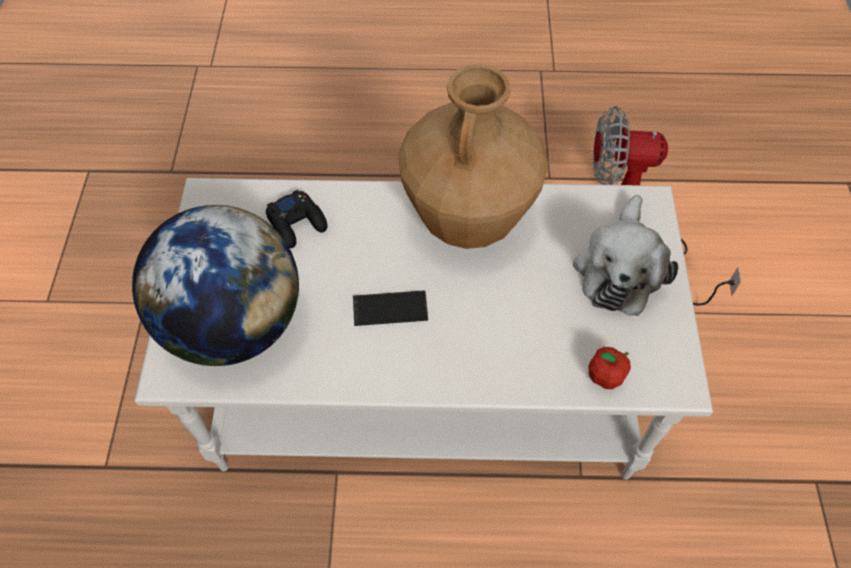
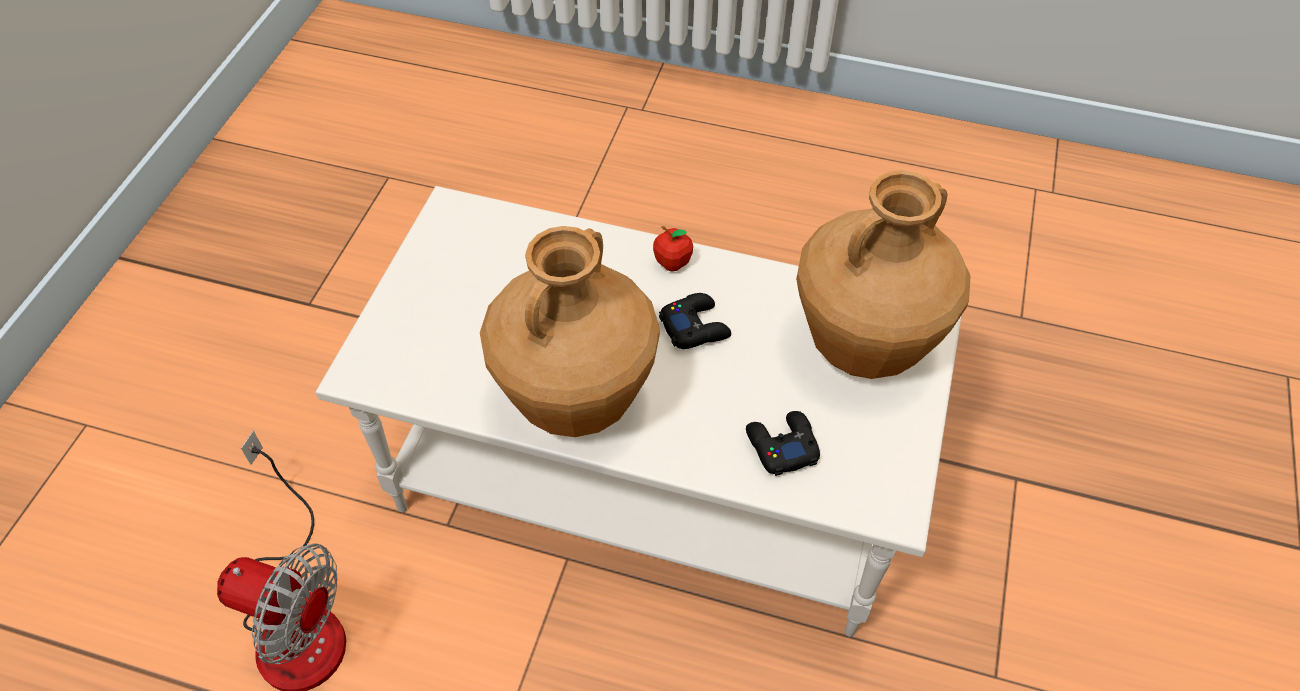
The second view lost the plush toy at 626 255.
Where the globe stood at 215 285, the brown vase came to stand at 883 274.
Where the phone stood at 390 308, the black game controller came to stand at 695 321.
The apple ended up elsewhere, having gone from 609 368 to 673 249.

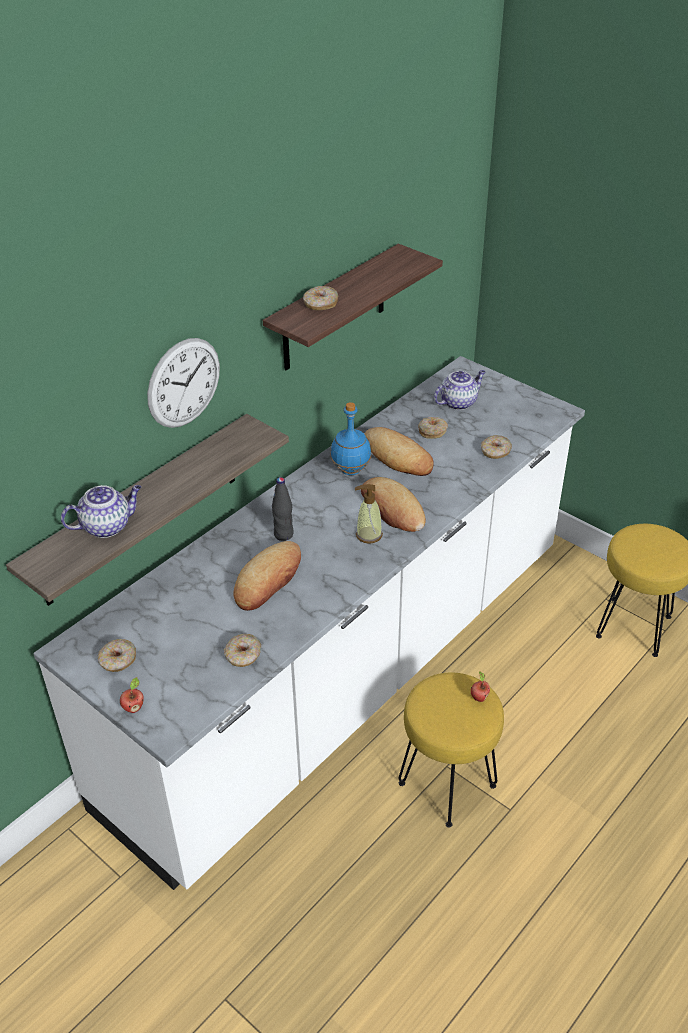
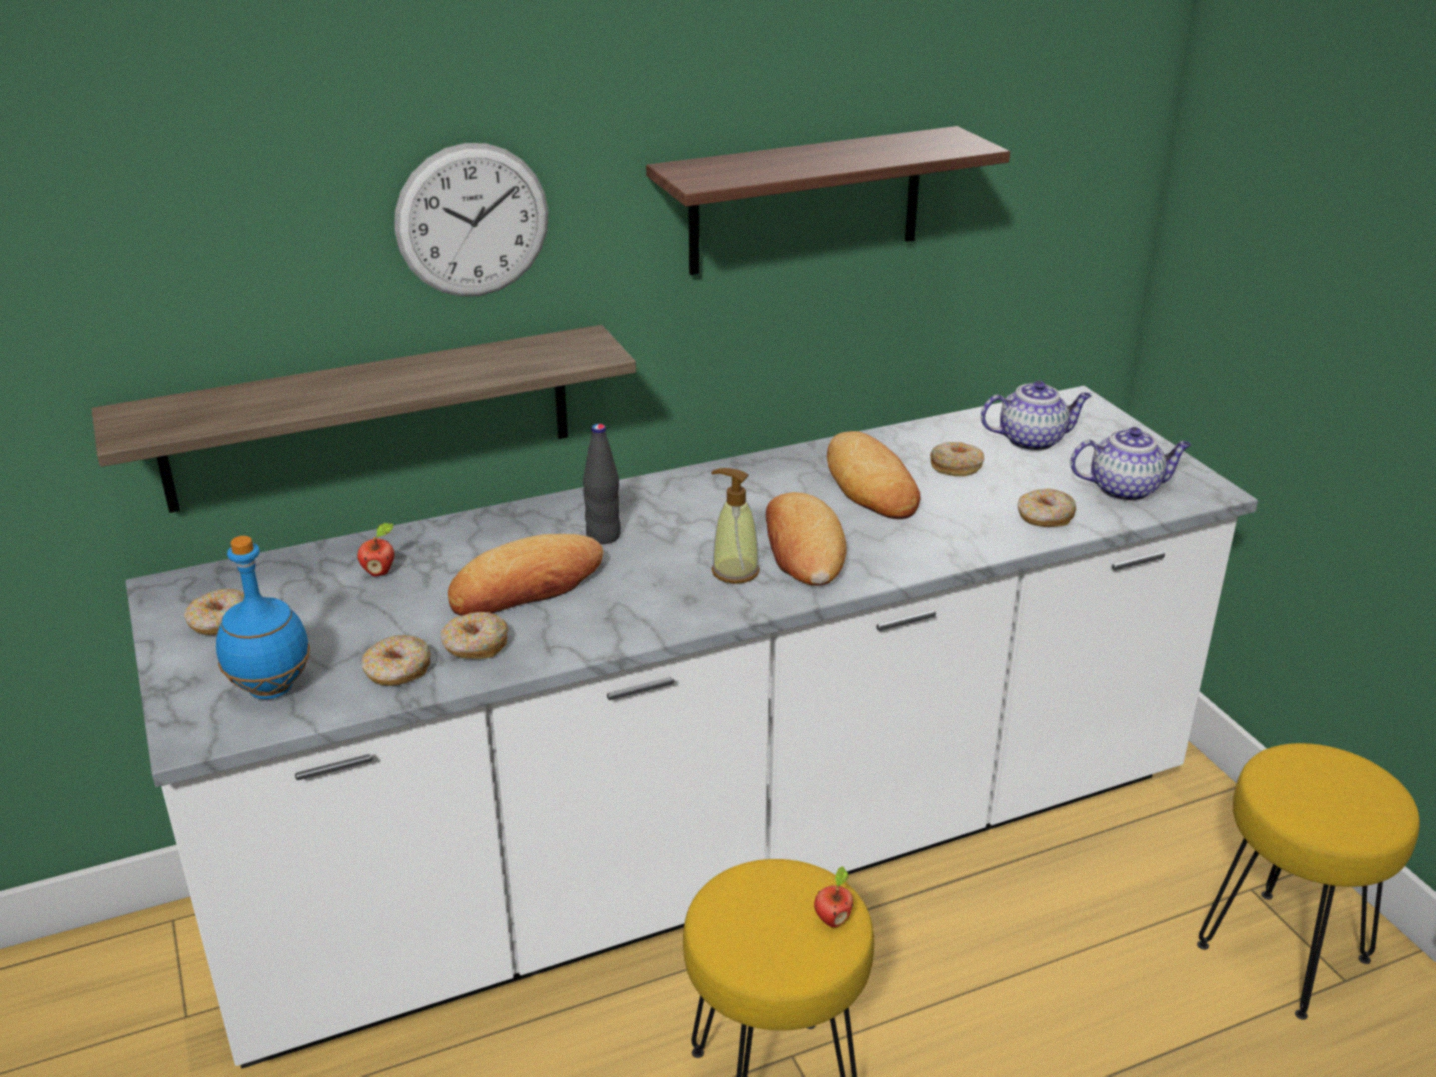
The donut ended up elsewhere, having gone from 320 298 to 475 635.
The blue bottle ended up elsewhere, having gone from 351 438 to 263 617.
The teapot ended up elsewhere, having gone from 101 511 to 1130 464.
The apple ended up elsewhere, having gone from 132 695 to 375 550.

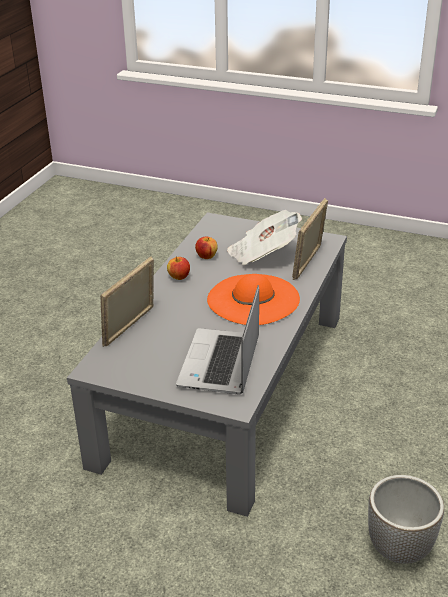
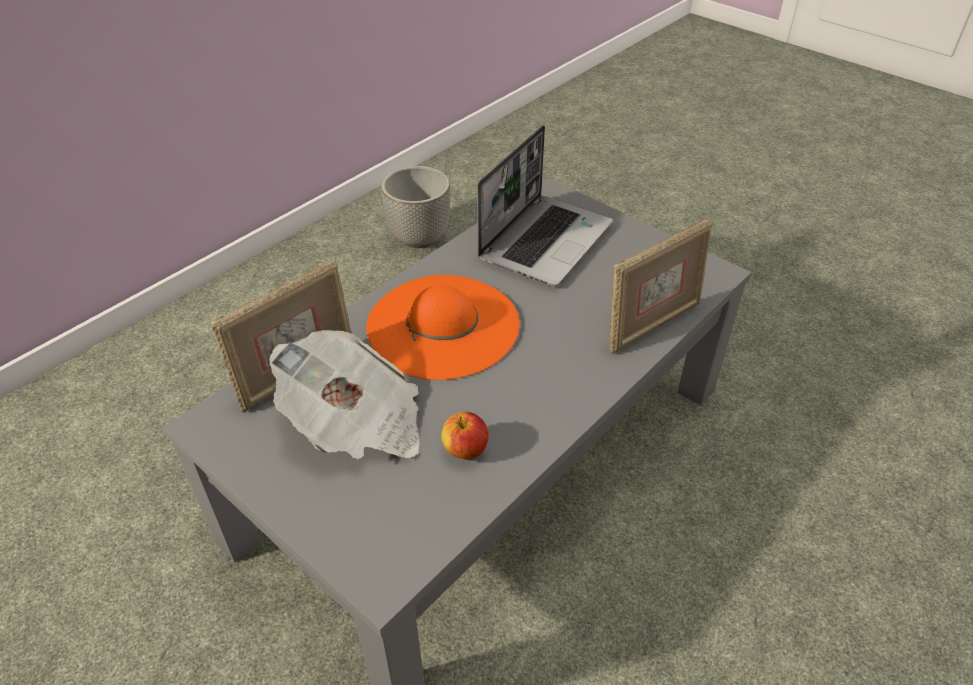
The second view lost the apple at 178 268.

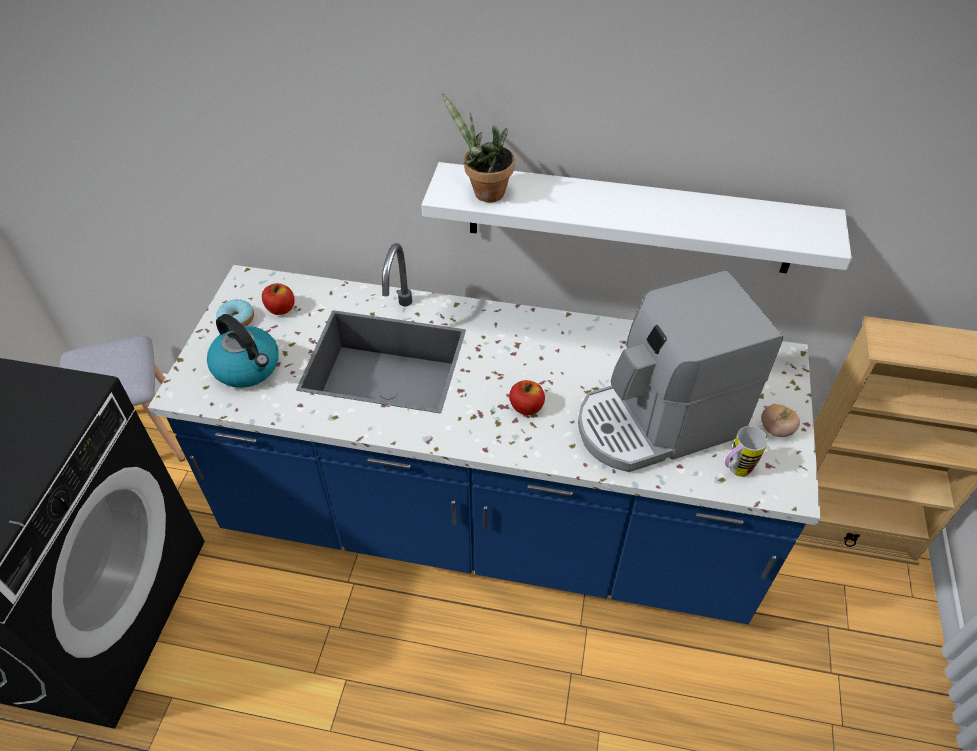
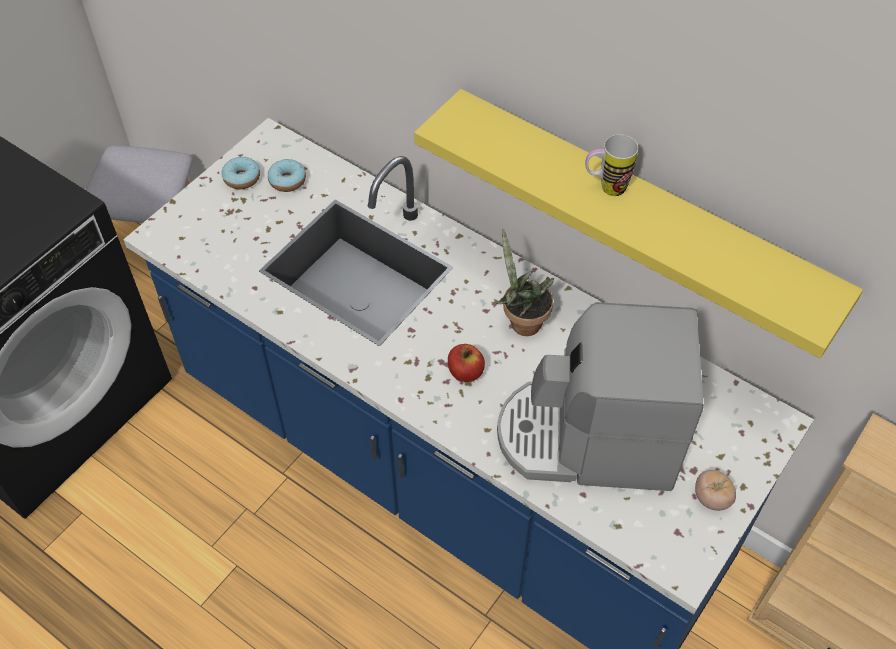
The potted plant ended up elsewhere, having gone from 478 147 to 525 282.
What was the white shelf at 636 217 turned into the yellow shelf at 638 223.
Where the apple stood at 278 299, the donut came to stand at 287 175.
The second view lost the kettle at 243 351.
The mug ended up elsewhere, having gone from 746 451 to 611 165.

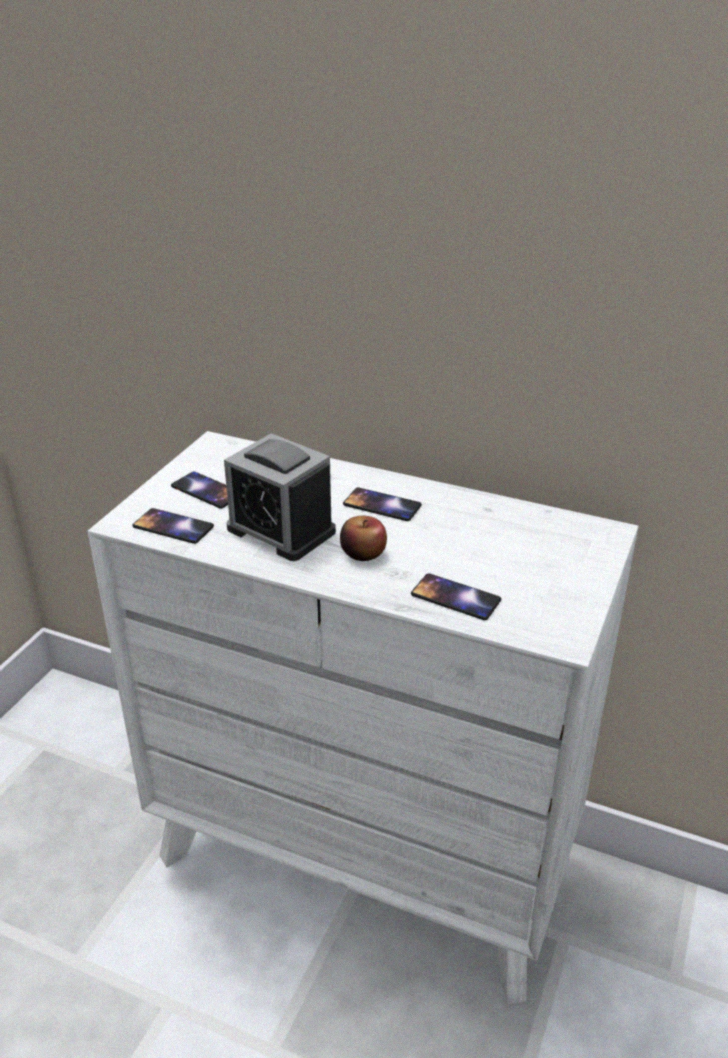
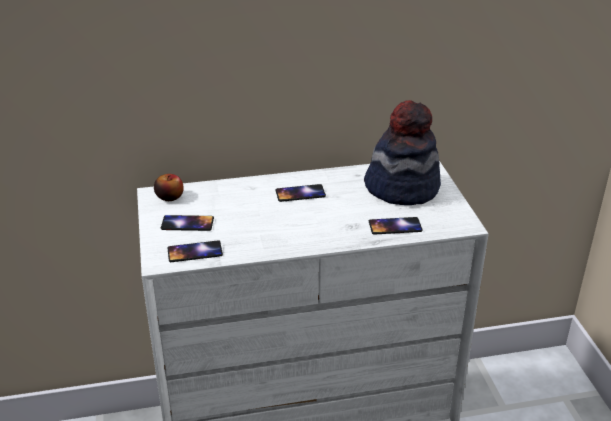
The second view lost the alarm clock at 280 497.
The apple ended up elsewhere, having gone from 363 538 to 169 187.
The second view gained the hat at 402 152.

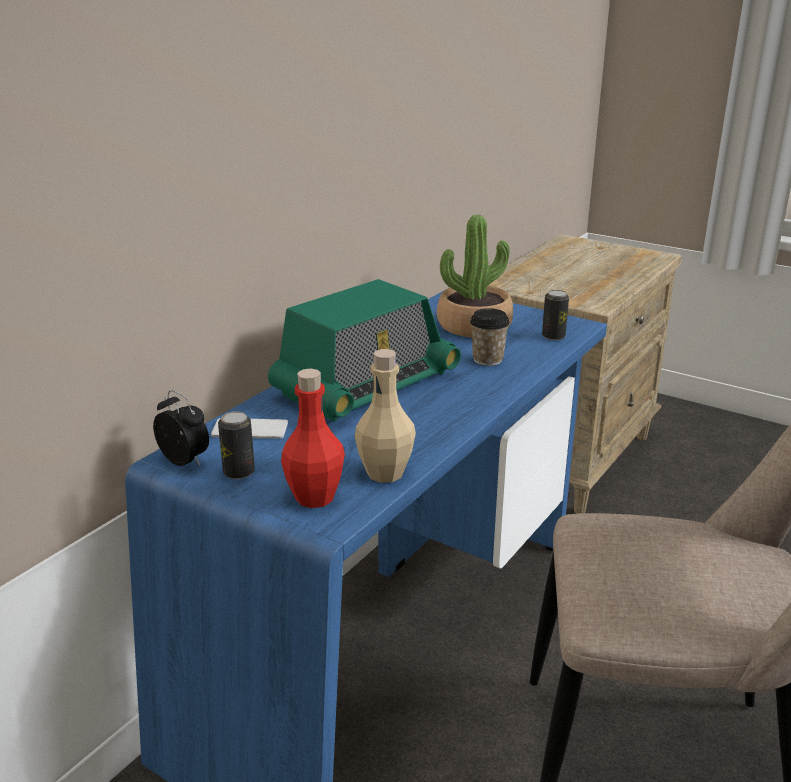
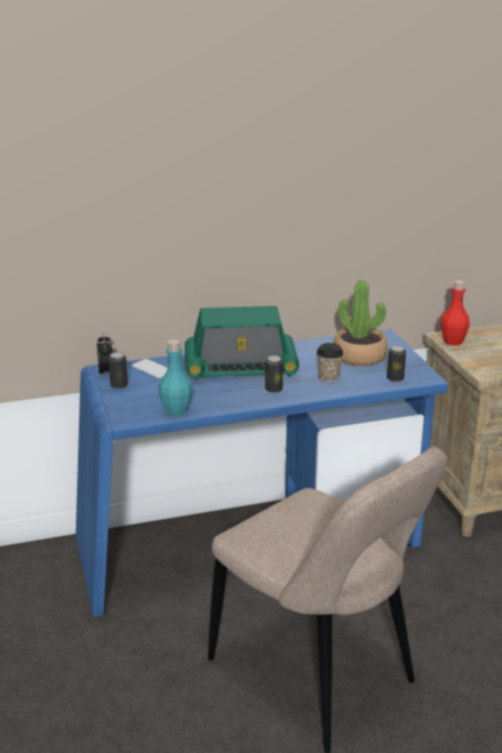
What was the beige bottle at 385 416 turned into the turquoise bottle at 175 378.
The red bottle ended up elsewhere, having gone from 313 438 to 455 313.
The second view gained the can at 274 374.

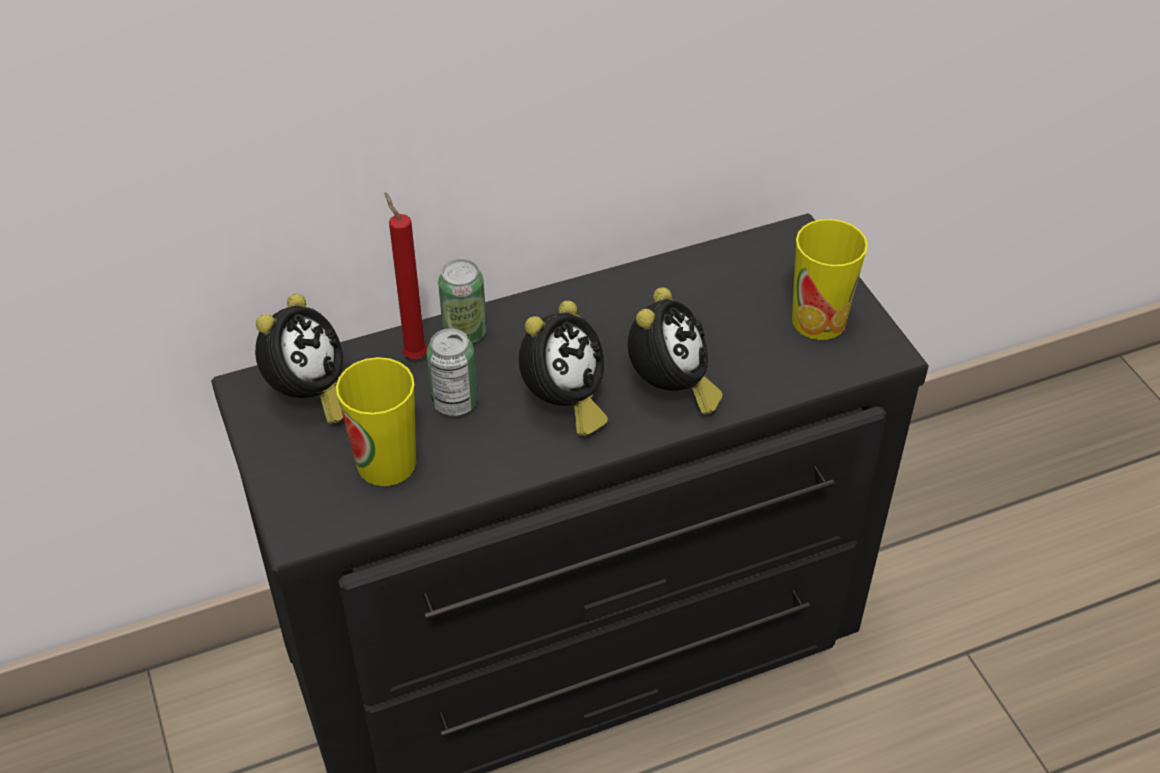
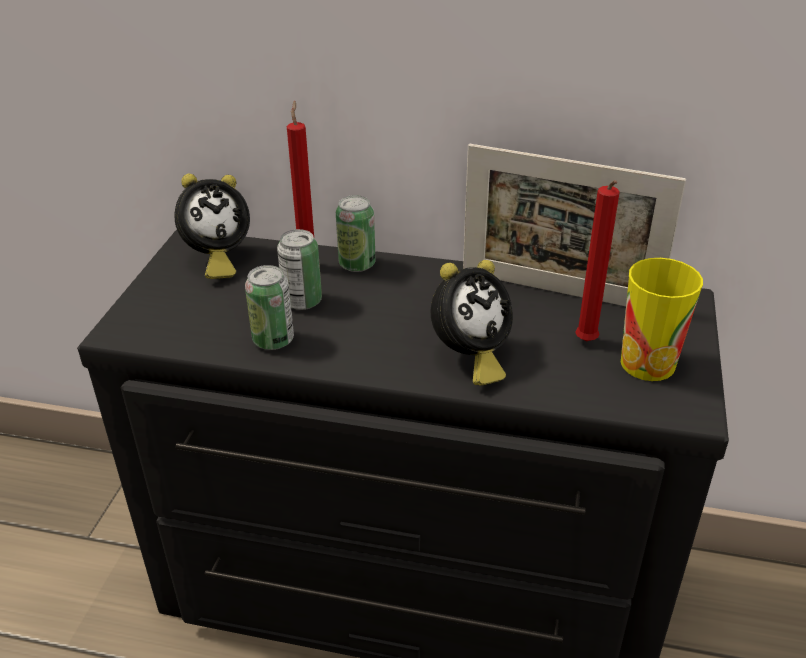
The second view lost the alarm clock at 563 368.
The second view lost the cup at 376 421.
The second view gained the picture frame at 574 225.
The second view gained the red candle at 597 260.
The second view gained the can at 269 307.

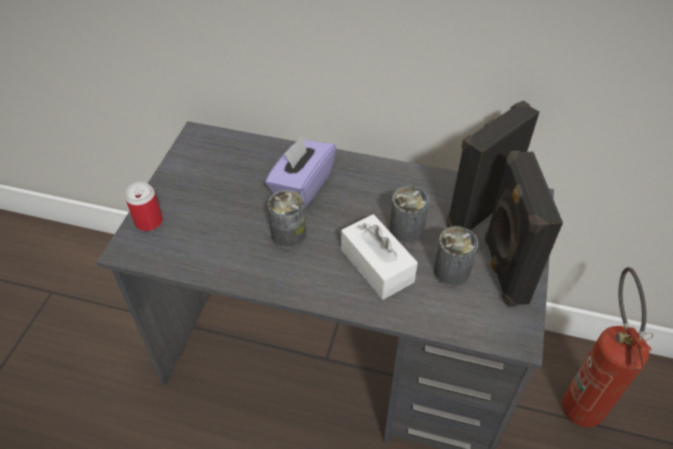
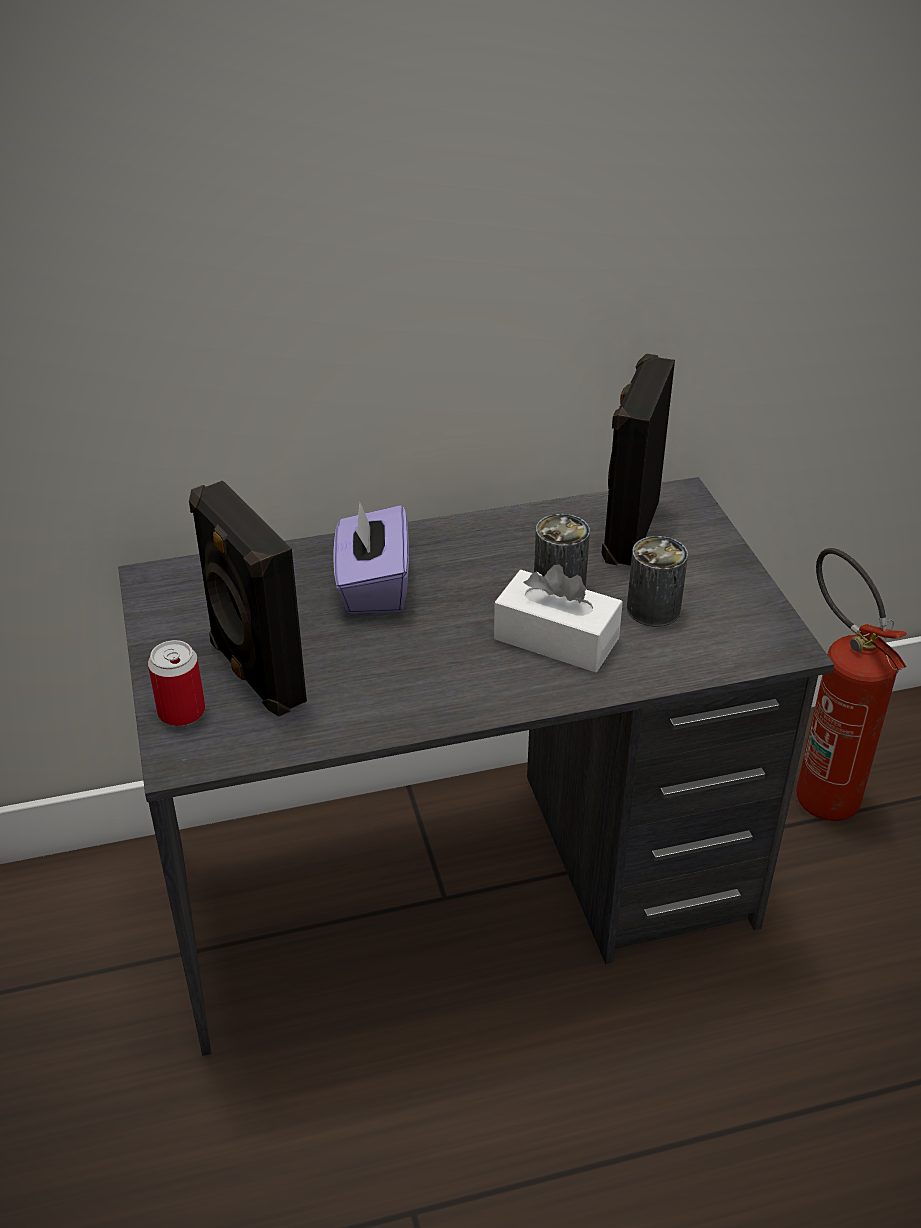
The black speaker ended up elsewhere, having gone from 523 229 to 248 599.
The second view lost the can at 287 219.

